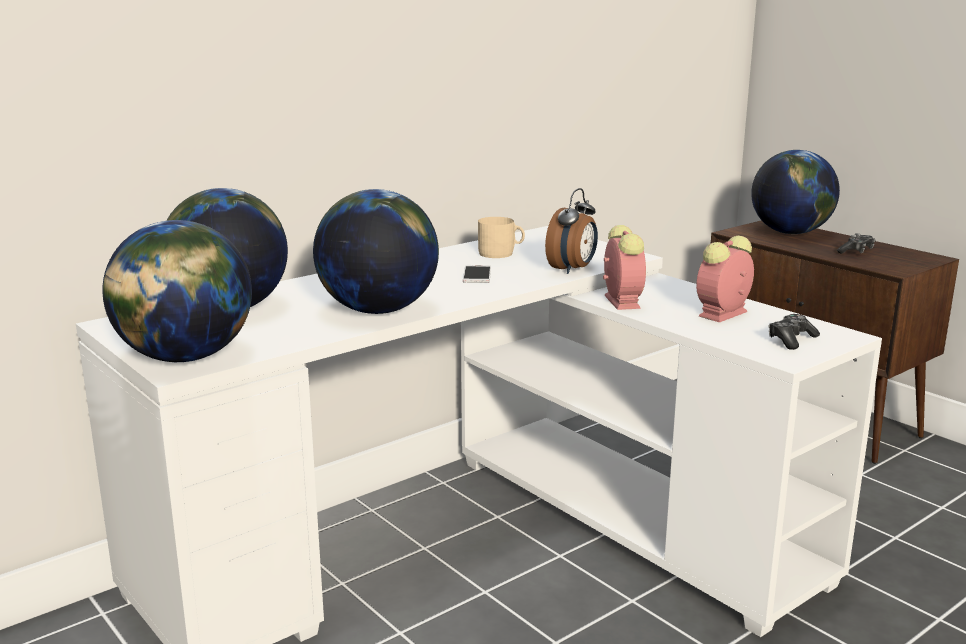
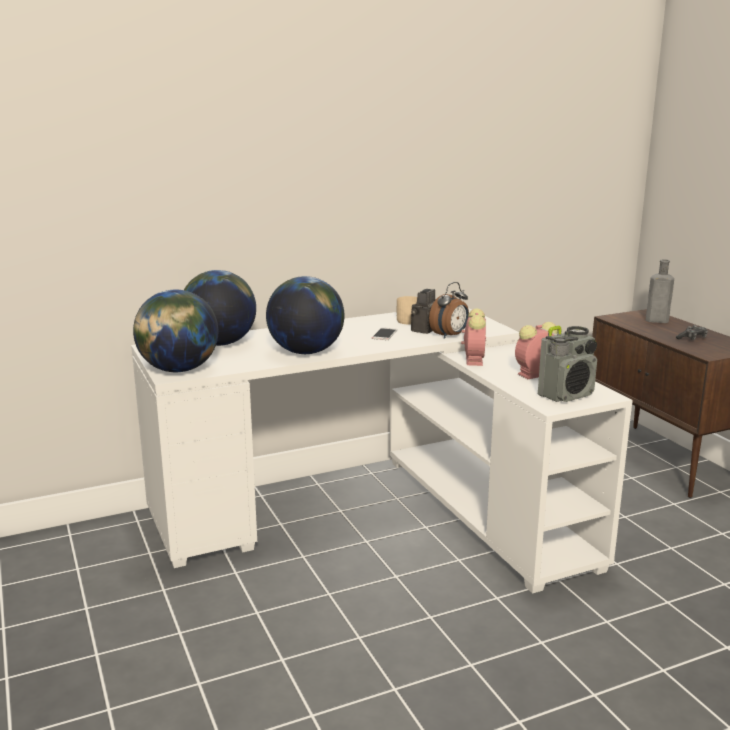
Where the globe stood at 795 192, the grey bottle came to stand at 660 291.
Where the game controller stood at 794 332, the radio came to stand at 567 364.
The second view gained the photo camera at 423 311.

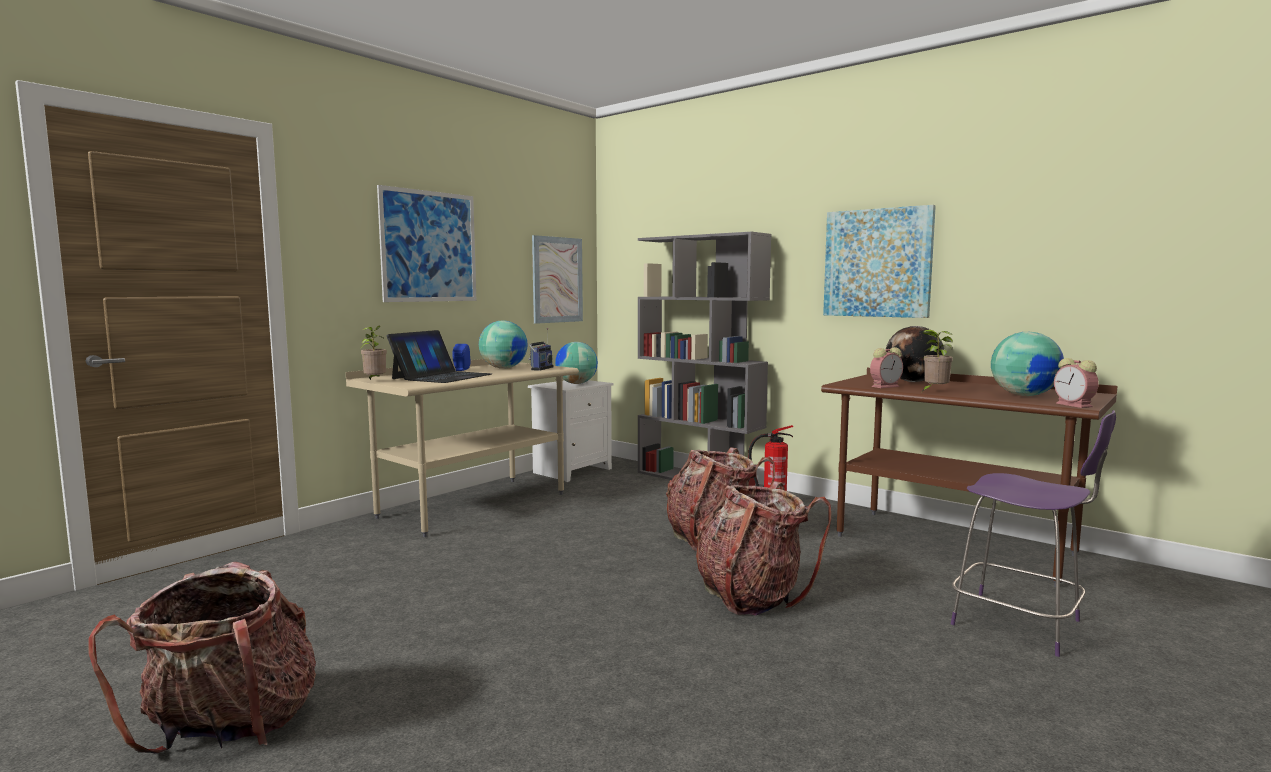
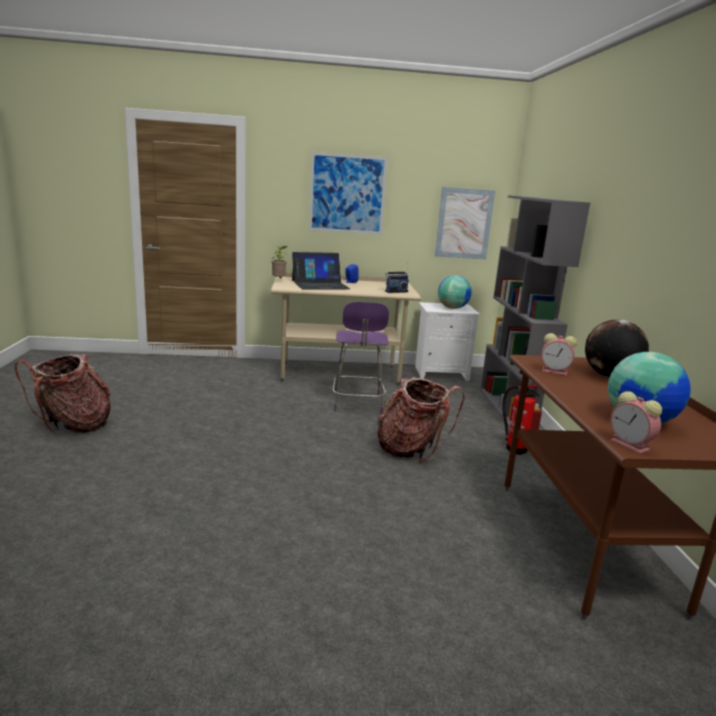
The second view lost the picture at 879 261.
The second view lost the globe at 503 344.
The second view lost the potted plant at 938 360.
The alarm clock at 1076 383 ended up facing another way, 60 degrees counterclockwise from before.
The purple stool ended up elsewhere, having gone from 1033 533 to 361 357.
The second view lost the backpack at 763 548.

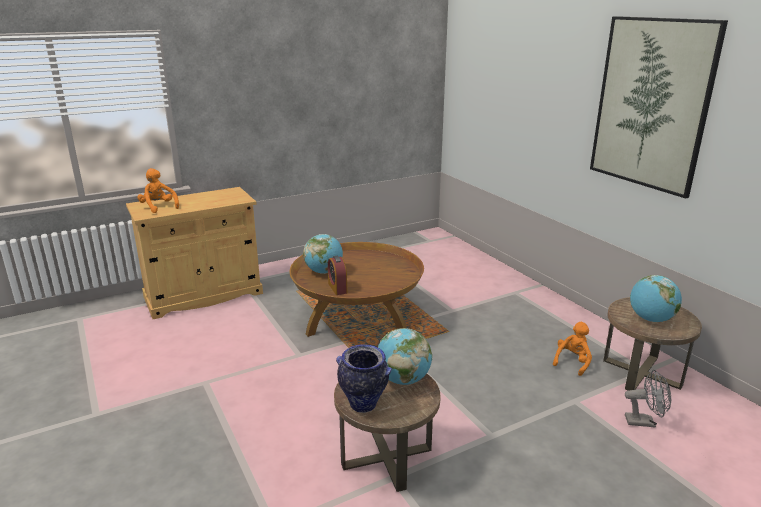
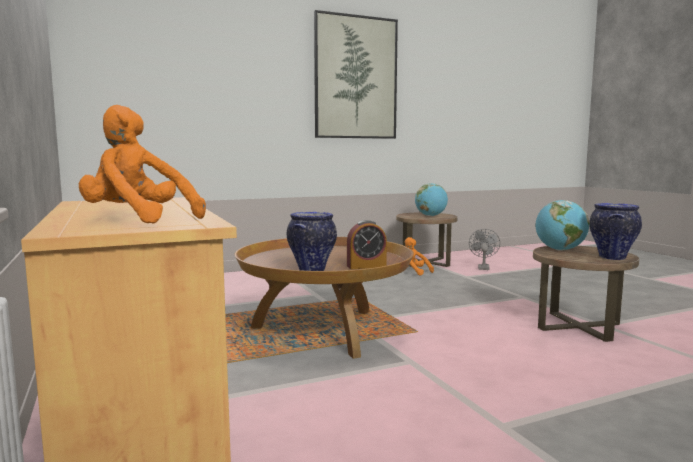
The orange plush toy at 158 190 ended up facing another way, 60 degrees clockwise from before.
Where the globe stood at 323 254, the vase came to stand at 312 241.

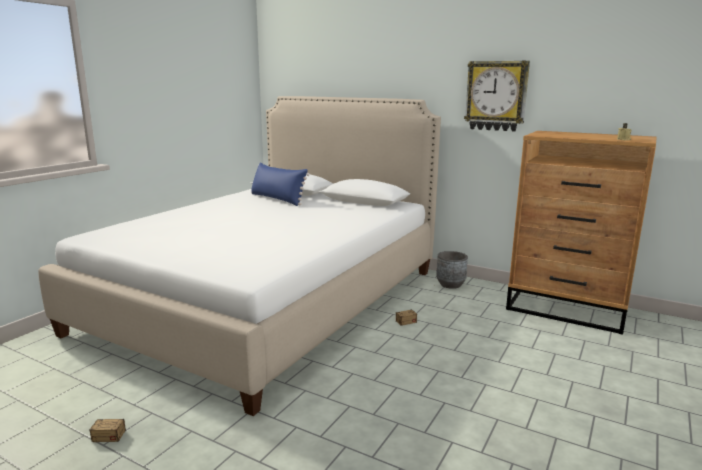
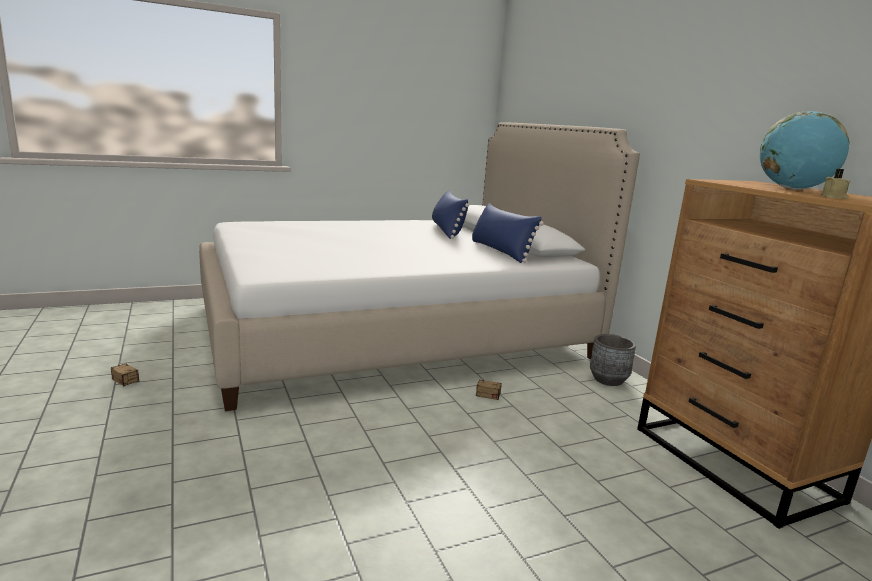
The second view lost the wall clock at 497 96.
The second view gained the globe at 805 150.
The second view gained the blue pillow at 508 233.

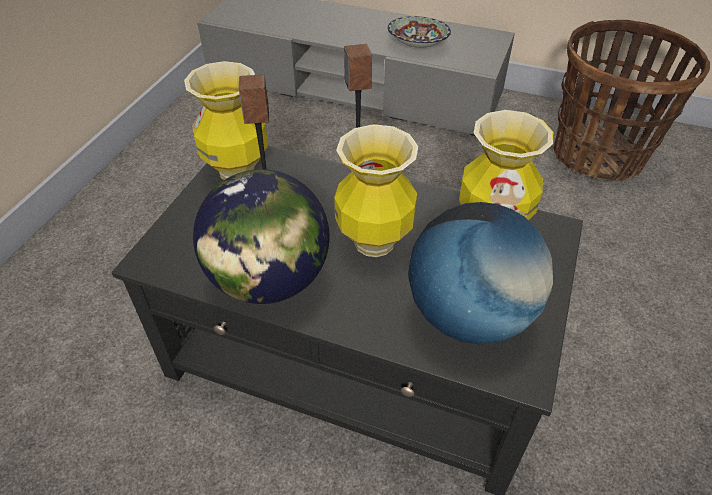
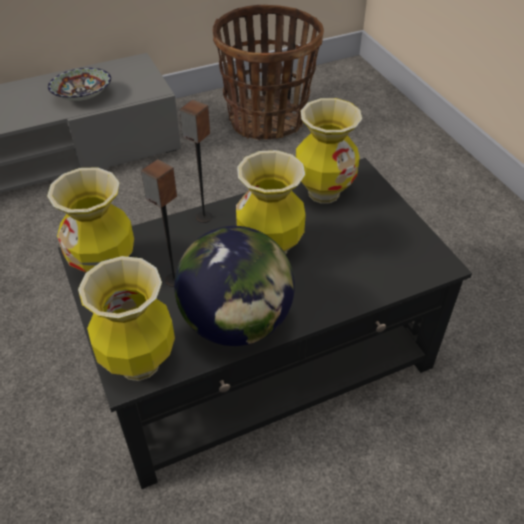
The second view lost the globe at 480 273.
The second view gained the vase at 126 318.

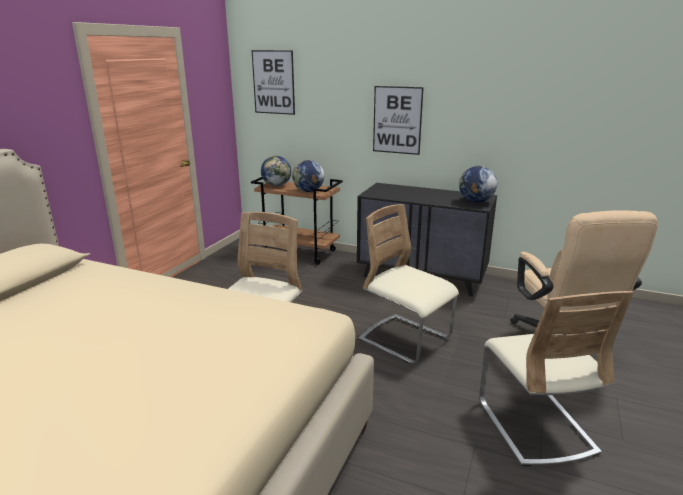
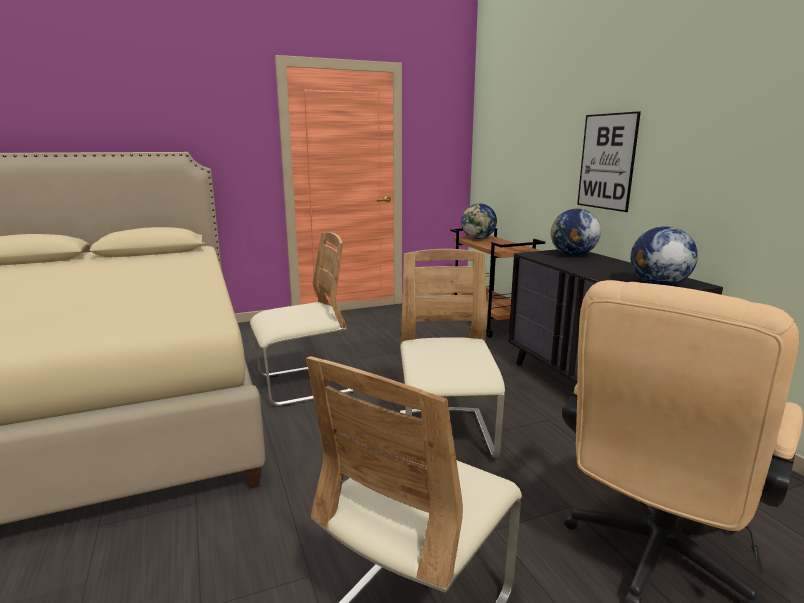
The second view lost the picture at 273 82.
The globe ended up elsewhere, having gone from 308 176 to 576 232.

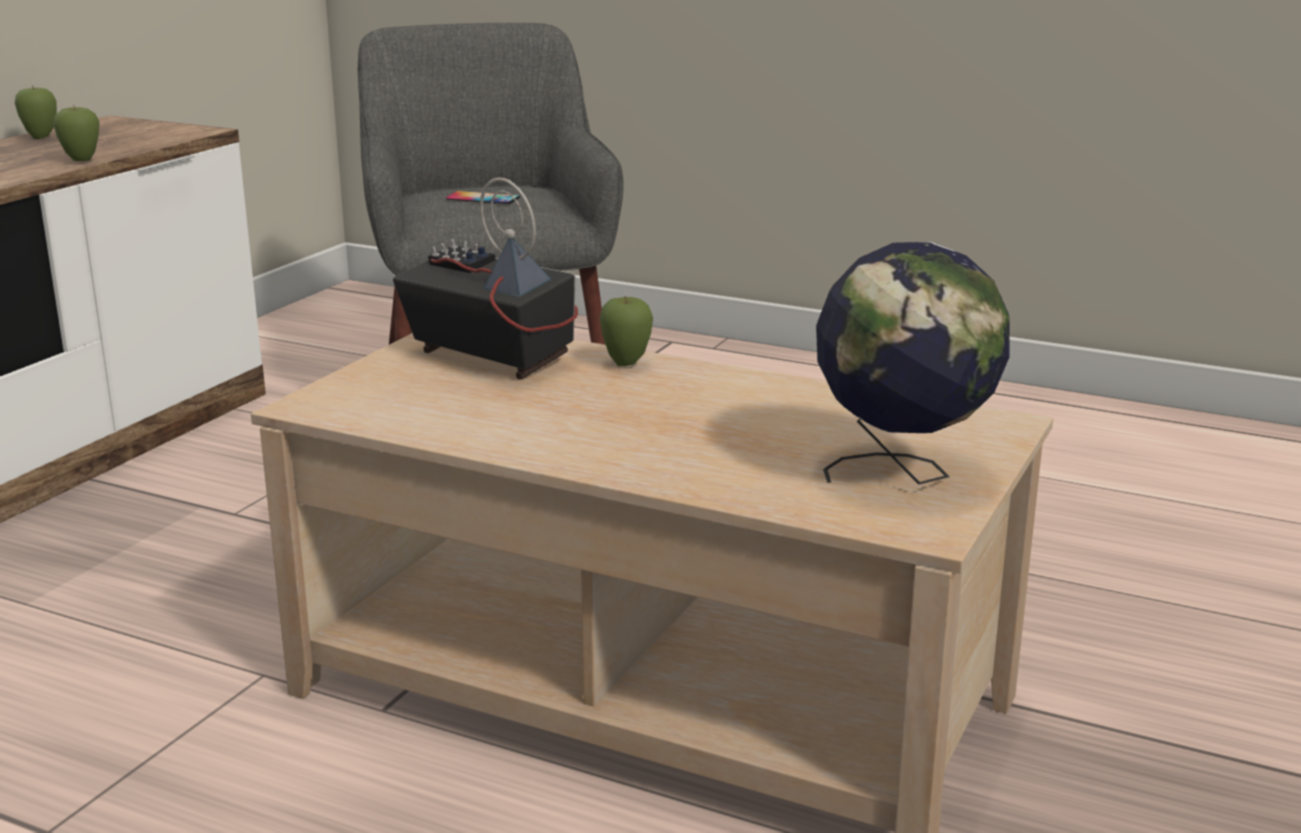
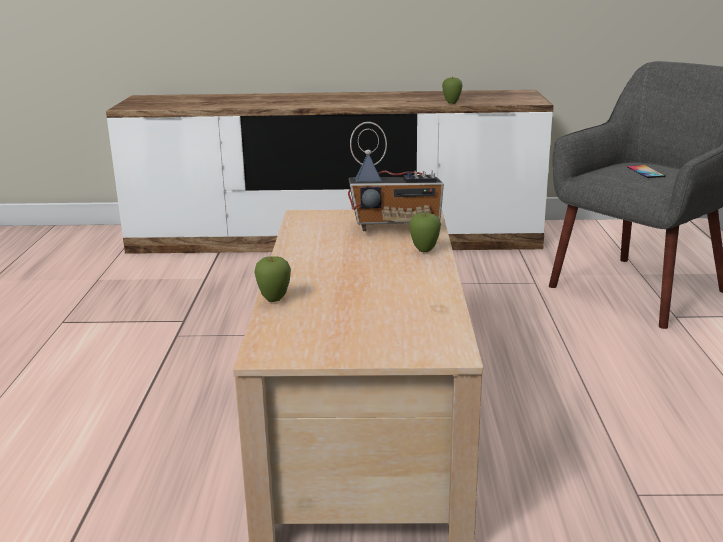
The apple ended up elsewhere, having gone from 36 112 to 273 279.
The radio at 485 278 ended up facing another way, 75 degrees clockwise from before.
The second view lost the globe at 912 363.

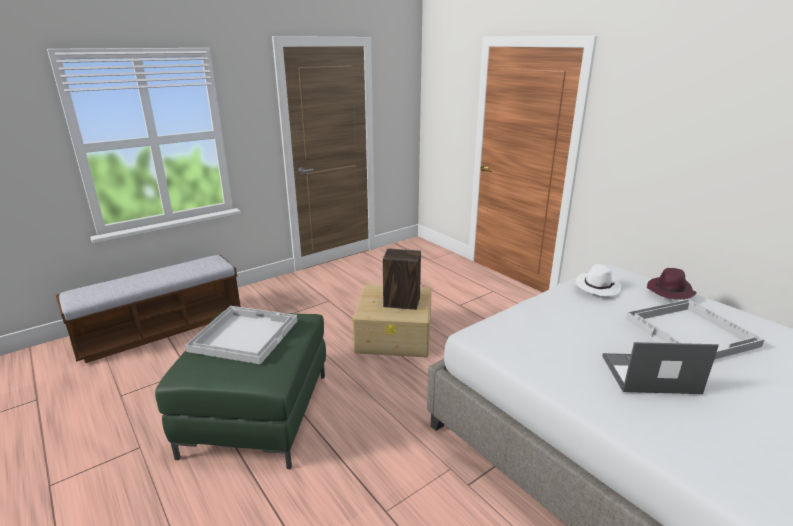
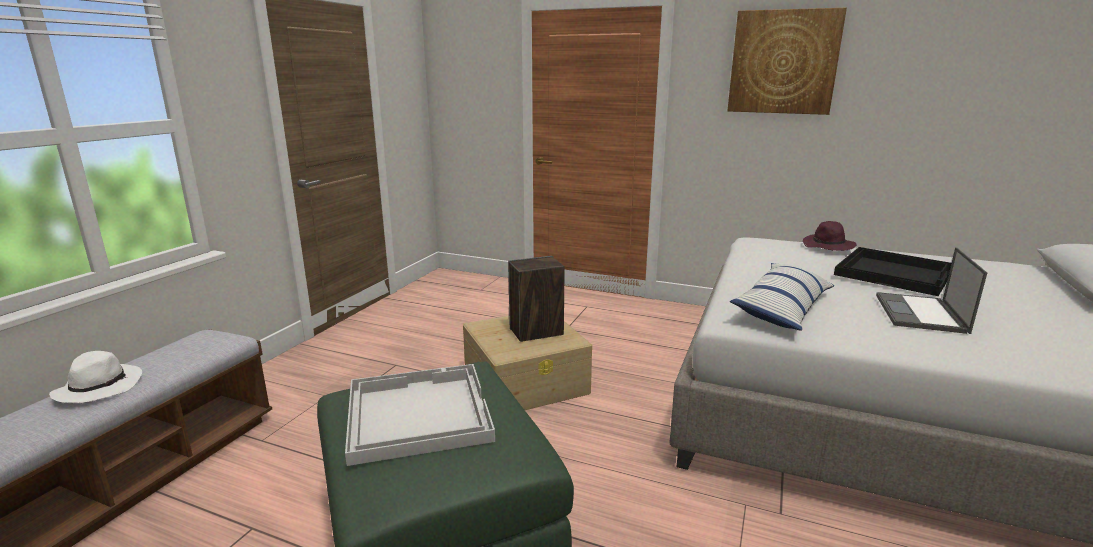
The white hat ended up elsewhere, having gone from 598 280 to 95 377.
What was the white tray at 695 329 turned into the black tray at 892 271.
The laptop at 660 368 ended up facing another way, 45 degrees counterclockwise from before.
The second view gained the picture at 787 61.
The second view gained the pillow at 782 297.

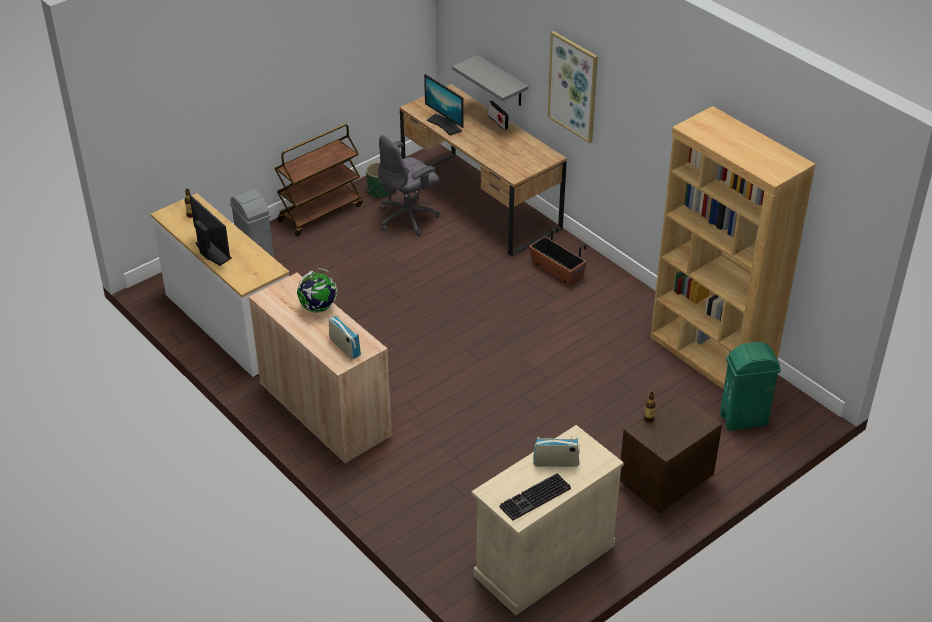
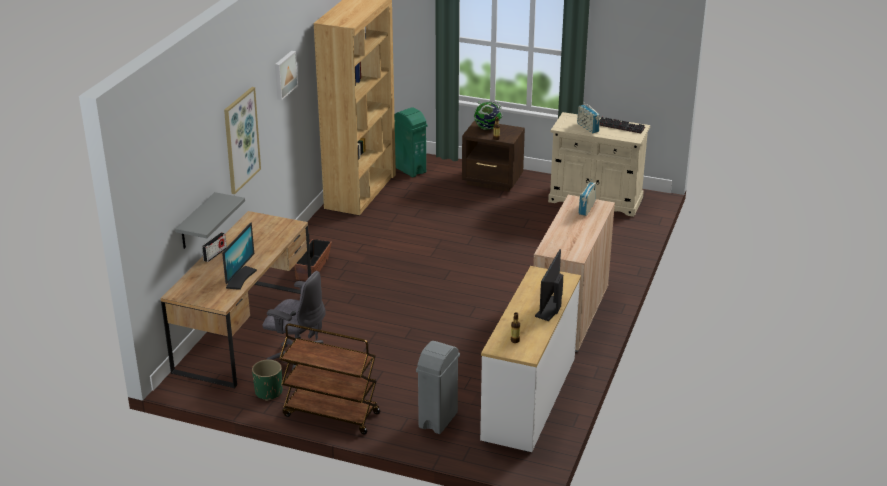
The globe ended up elsewhere, having gone from 317 290 to 488 115.
The second view gained the picture at 286 75.

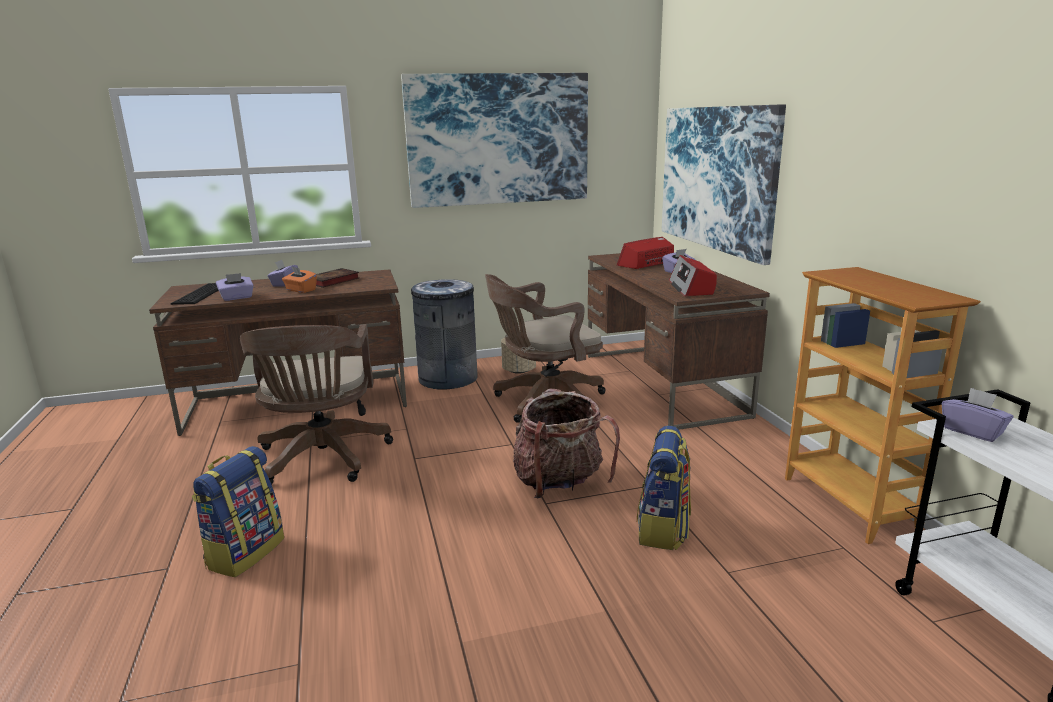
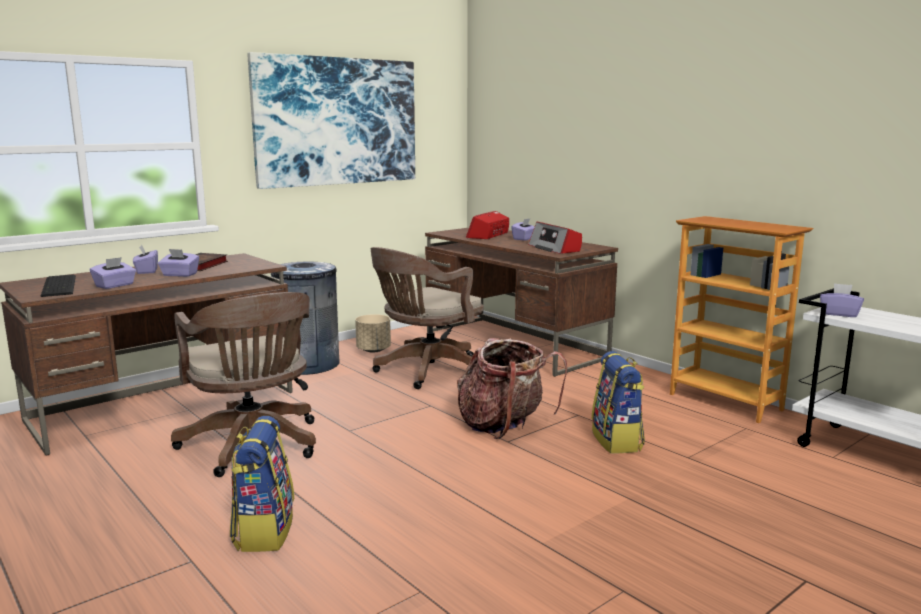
The second view lost the picture at 724 184.
What was the orange tissue box at 299 280 turned into the purple tissue box at 178 263.

